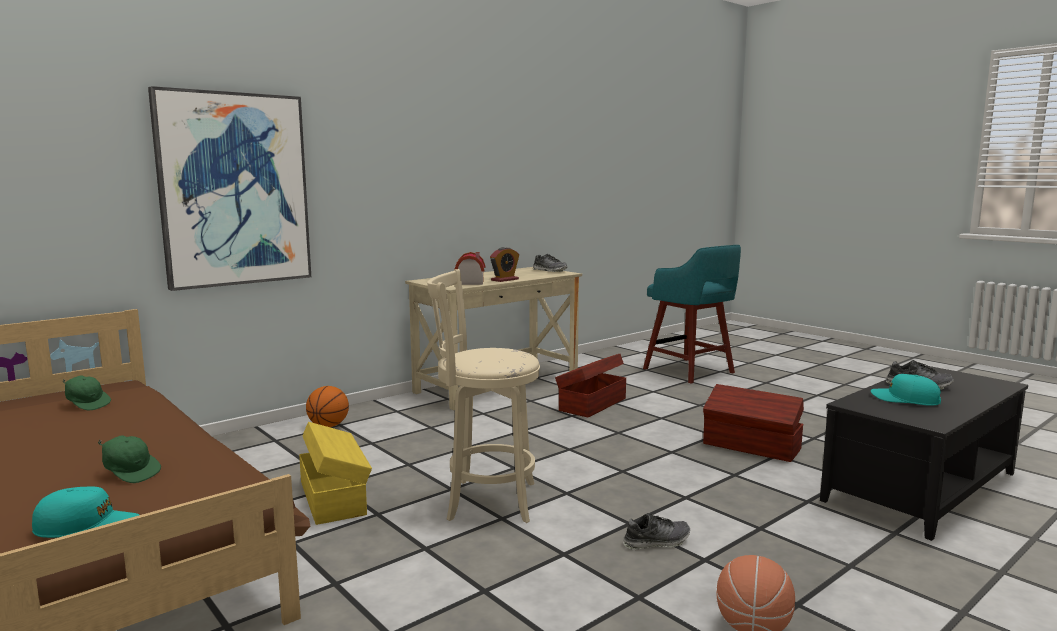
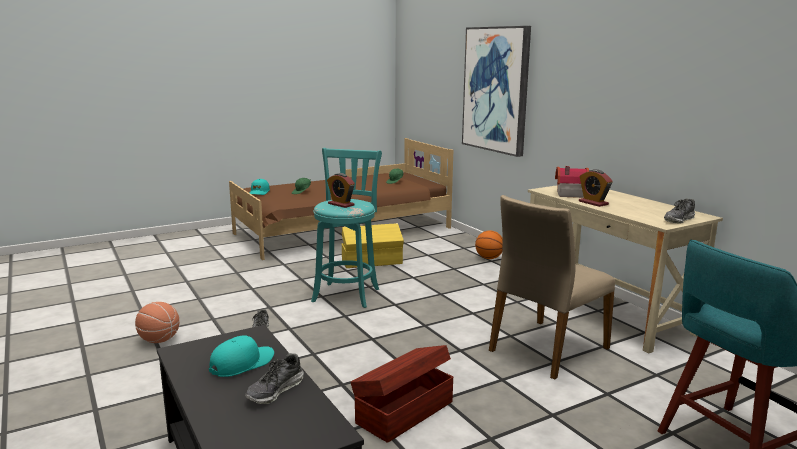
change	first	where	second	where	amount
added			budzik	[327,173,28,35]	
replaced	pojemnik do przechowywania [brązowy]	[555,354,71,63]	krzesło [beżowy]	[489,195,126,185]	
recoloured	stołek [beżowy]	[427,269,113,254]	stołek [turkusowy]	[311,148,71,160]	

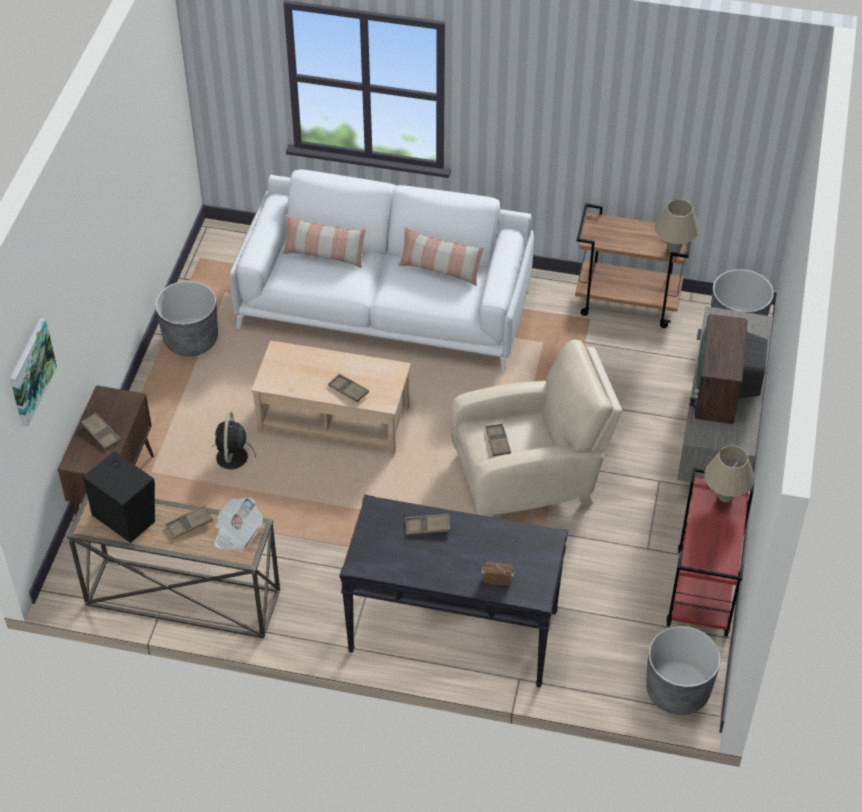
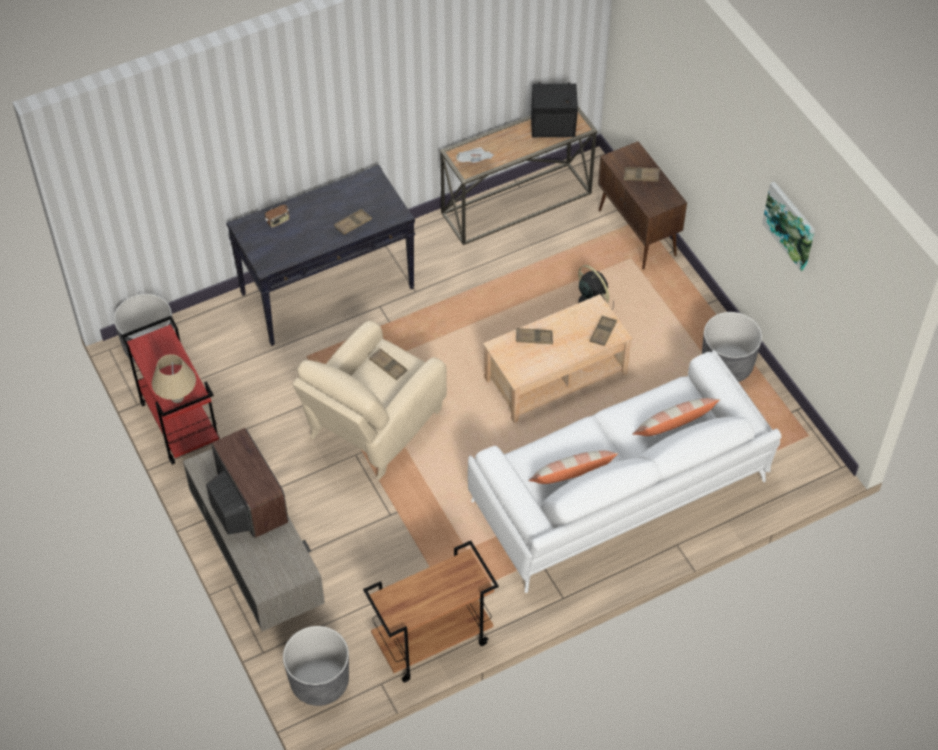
change	first	where	second	where	amount
removed	lampa stołowa [beżowy]	[655,199,44,54]			
moved	obraz	[10,318,47,109]		[762,182,53,90]	
moved	taca [brązowy]	[165,505,48,34]		[590,316,27,30]	

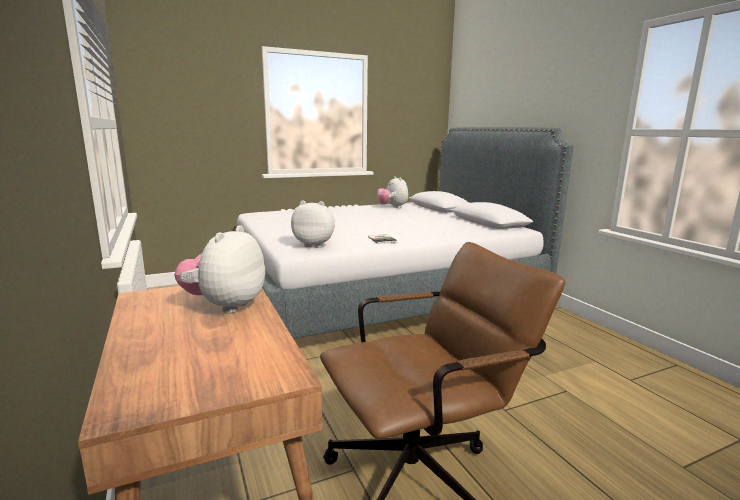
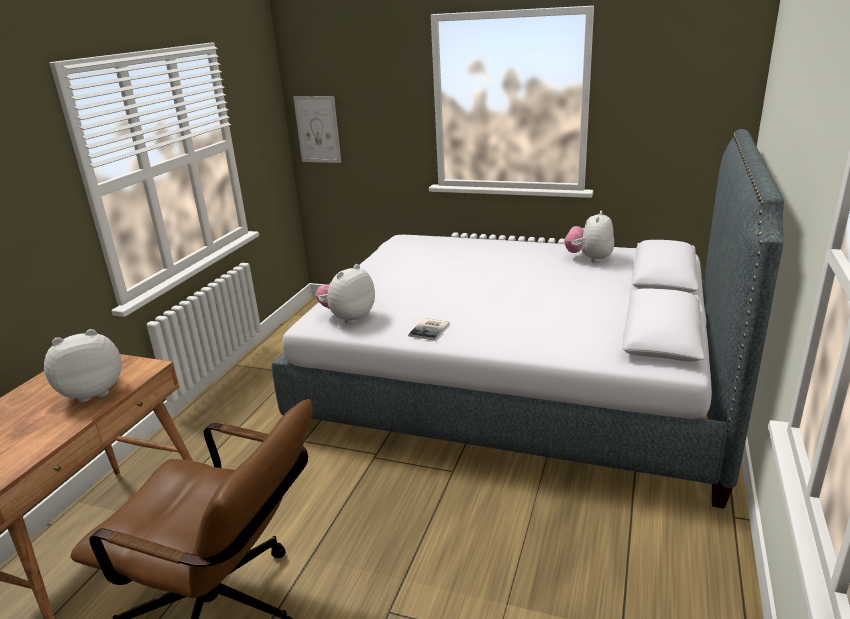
change	first	where	second	where	amount
added			obraz	[293,96,48,67]	
turned	pluszak	[291,200,44,48]		[315,264,60,60]	105 degrees counterclockwise

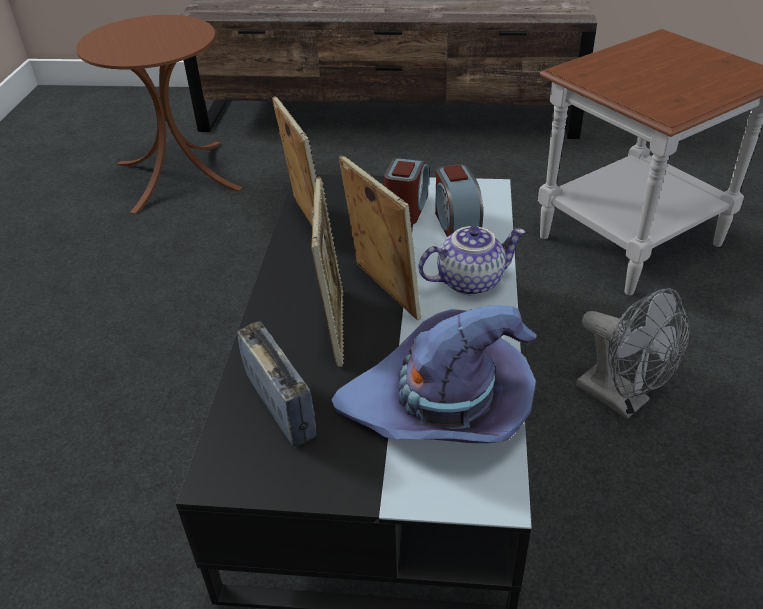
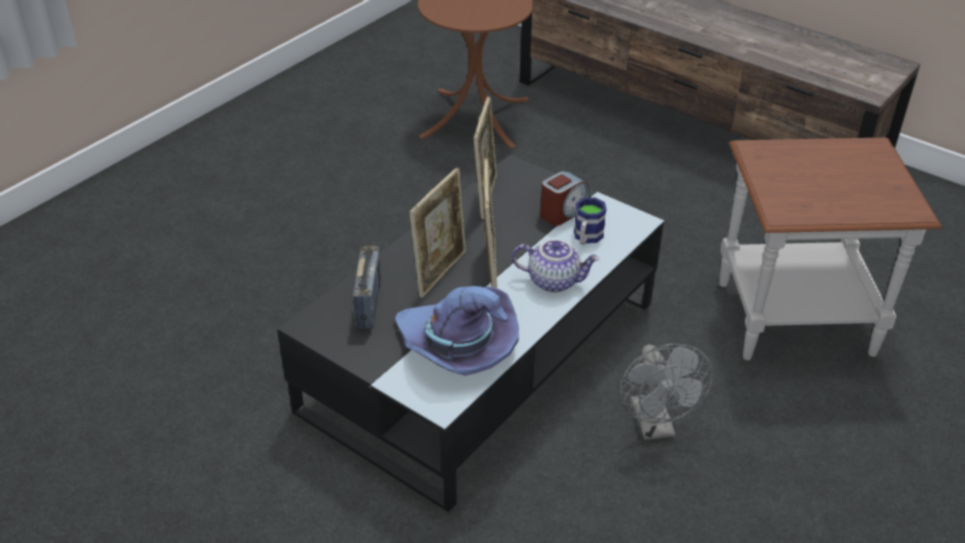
change	first	where	second	where	amount
replaced	budzik	[435,164,48,73]	kubek	[574,198,33,47]	

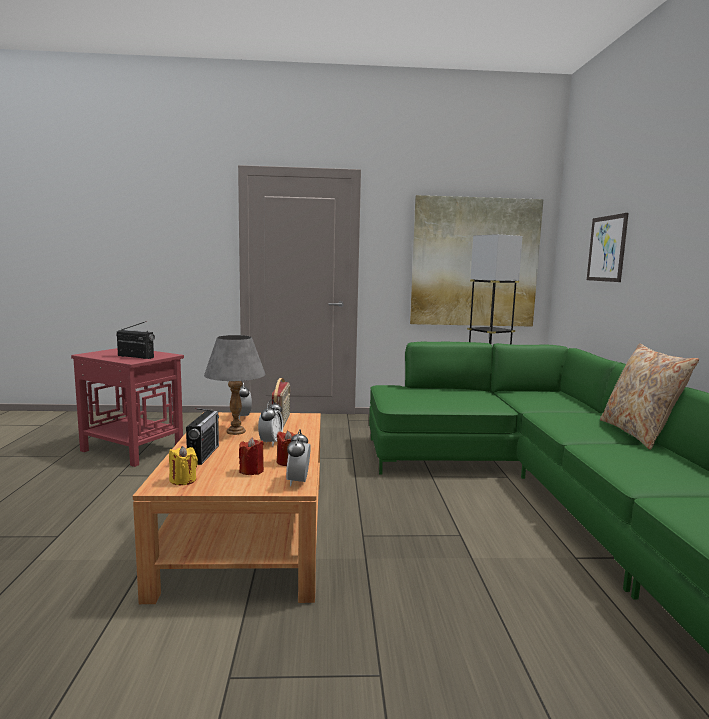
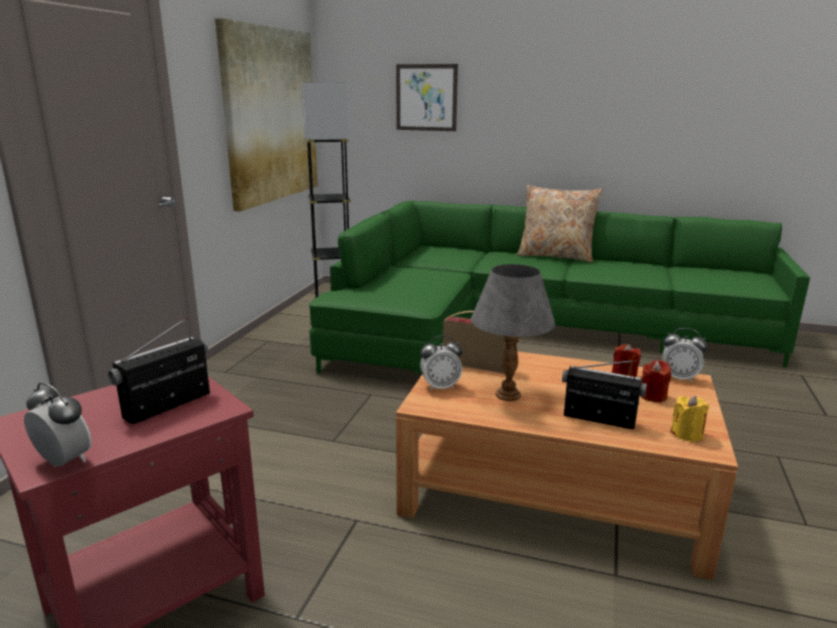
change	first	where	second	where	amount
moved	budzik	[258,399,25,47]		[24,382,68,85]	

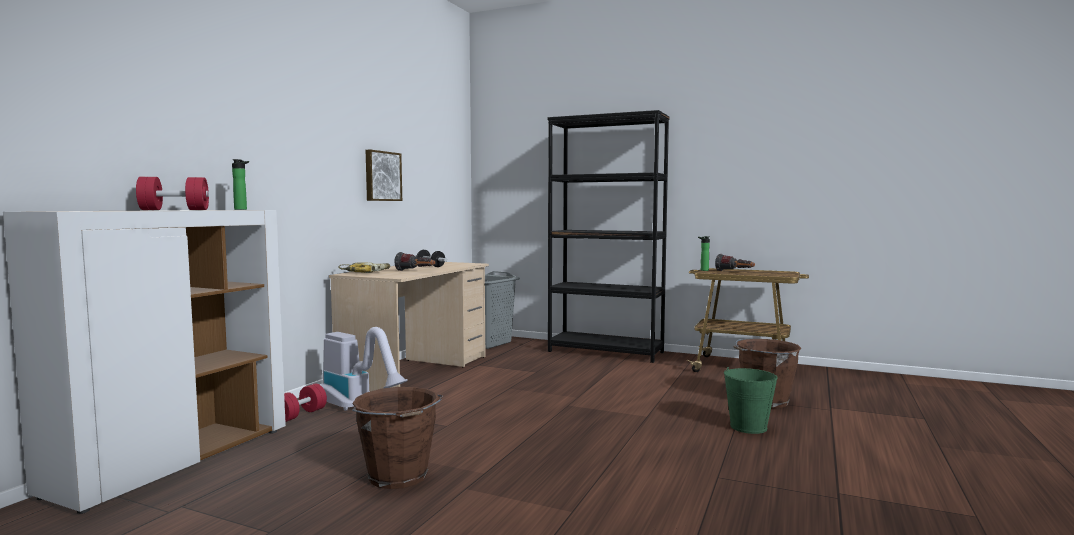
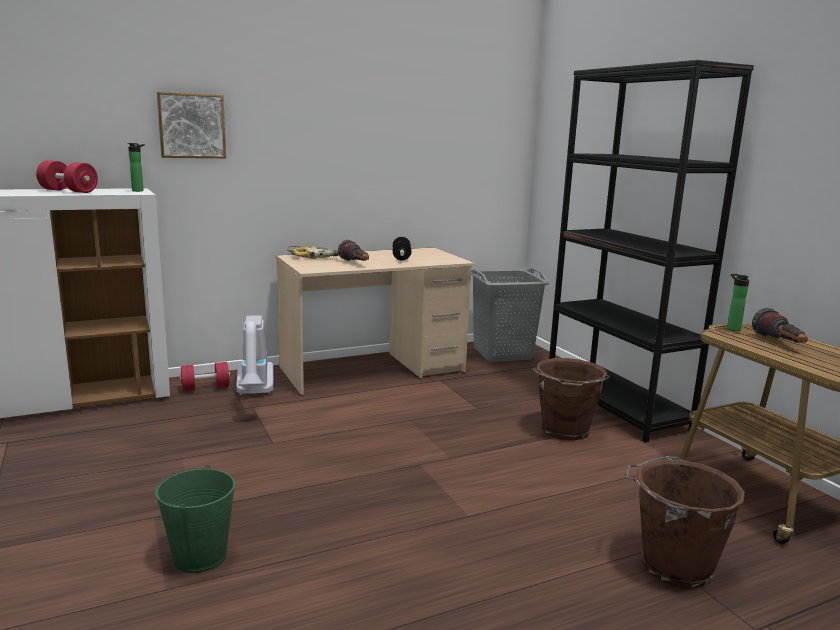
change	first	where	second	where	amount
moved	wiadro [brązowy]	[352,387,91,102]		[533,358,77,82]	
moved	obraz	[366,149,36,52]		[157,92,69,66]	
moved	wiadro [zielony]	[724,367,54,67]		[155,465,80,108]	

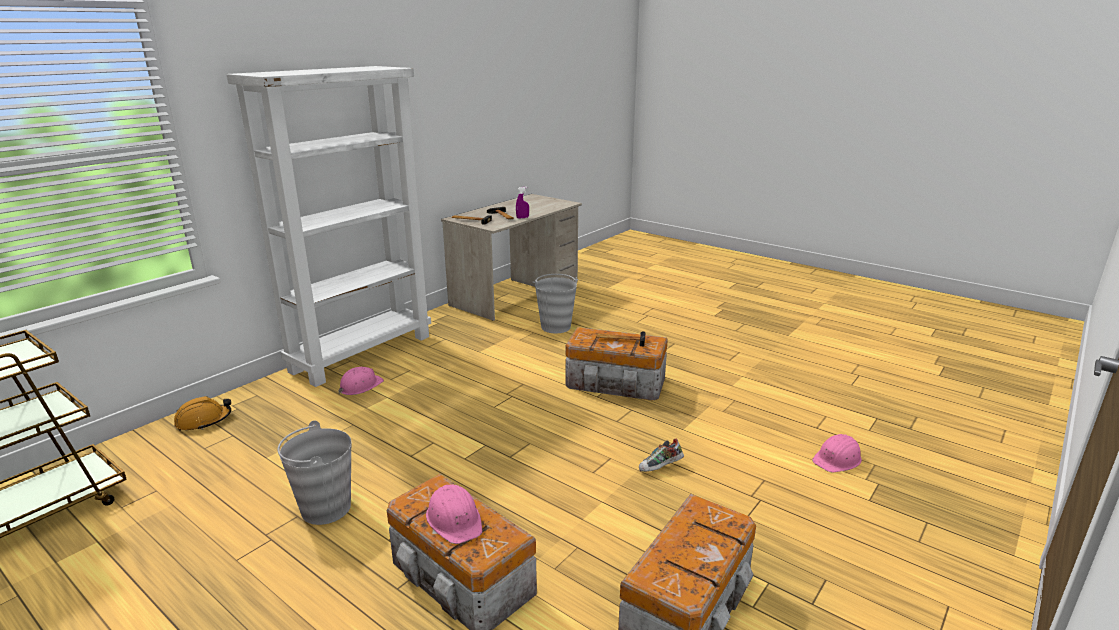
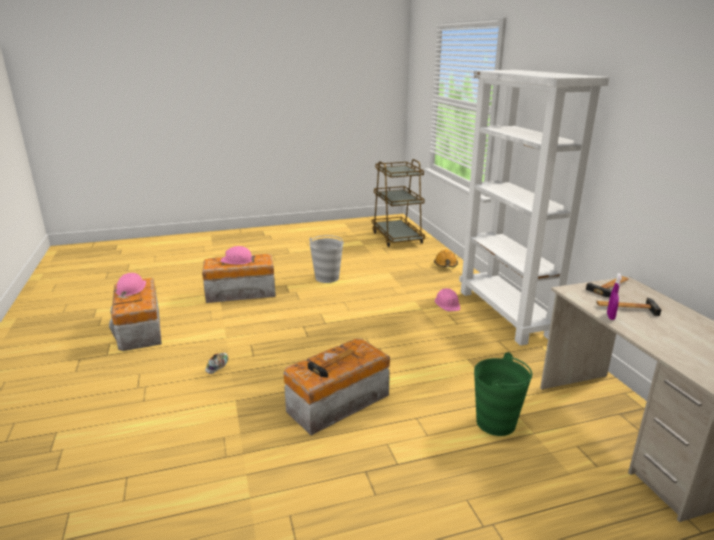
change	first	where	second	where	amount
moved	kask [różowy]	[812,433,50,39]		[116,273,30,24]	
recoloured	wiadro [szary]	[533,274,45,59]	wiadro [zielony]	[474,352,58,84]	

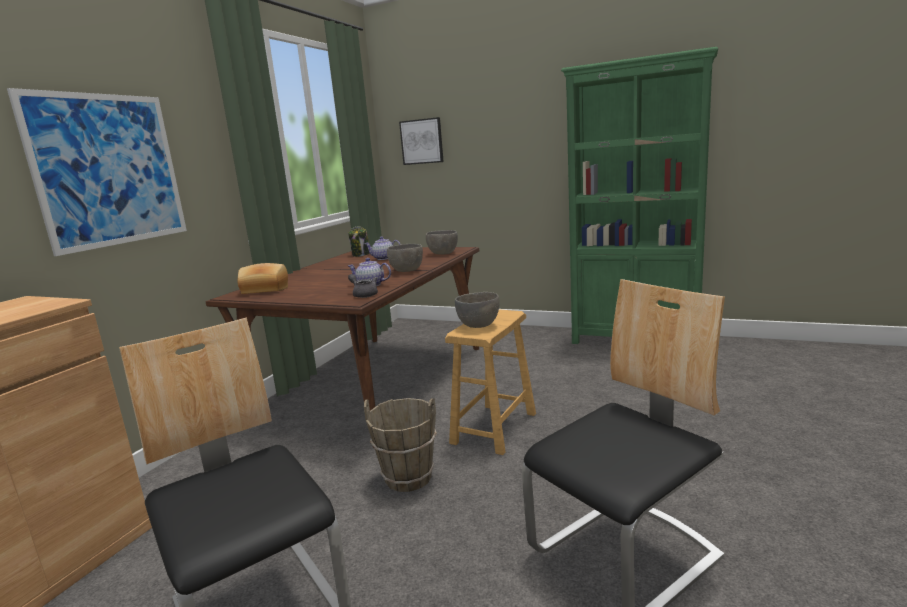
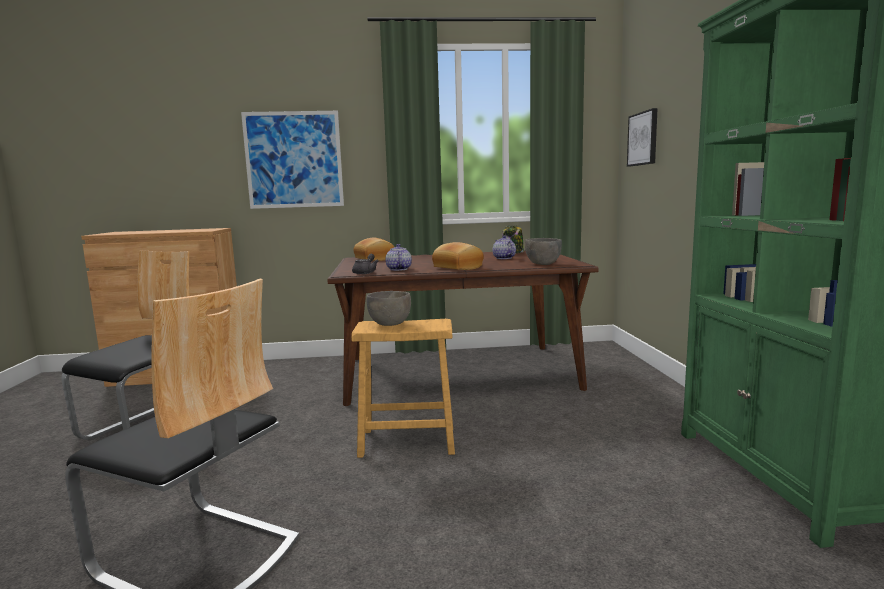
change	first	where	second	where	amount
removed	wiadro [brązowy]	[364,398,73,94]			
replaced	miska [szary]	[387,244,36,28]	chleb	[432,242,52,28]	

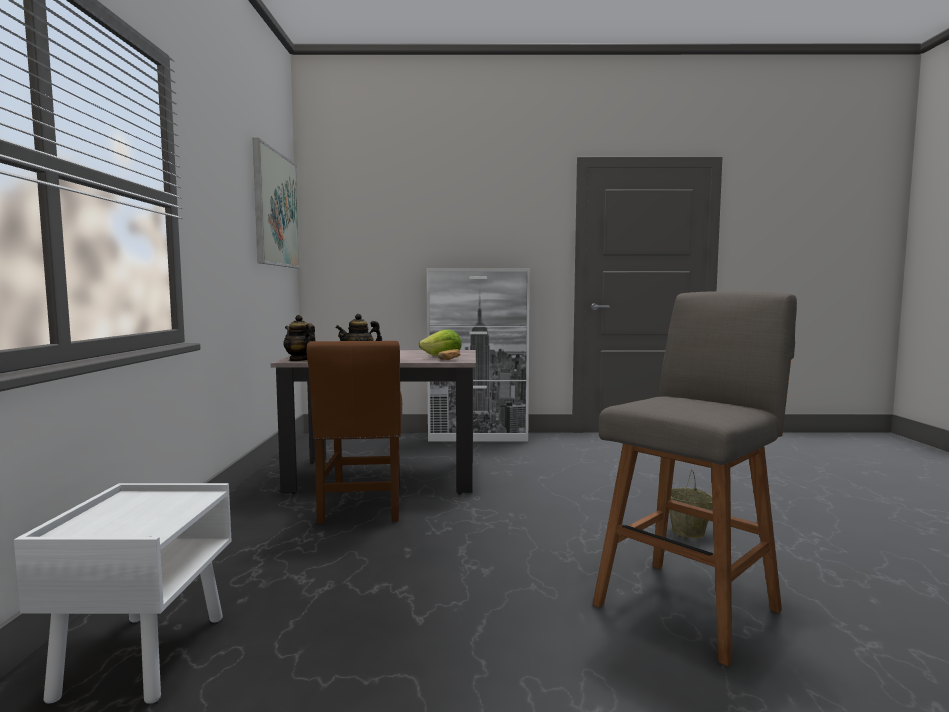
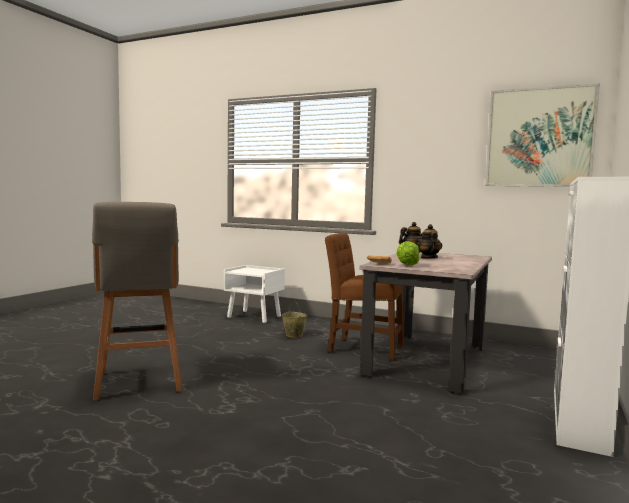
change	first	where	second	where	amount
moved	wiadro [beżowy]	[669,469,44,69]		[282,301,26,37]	

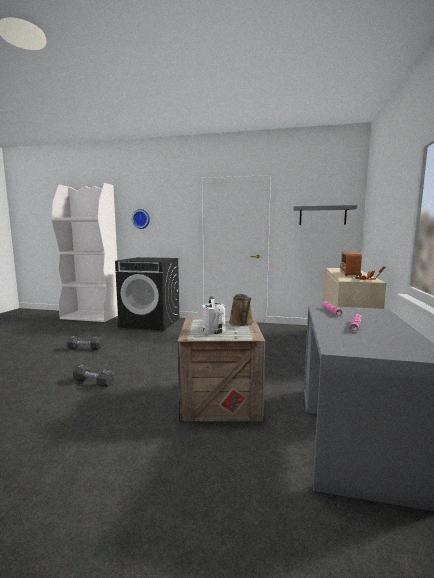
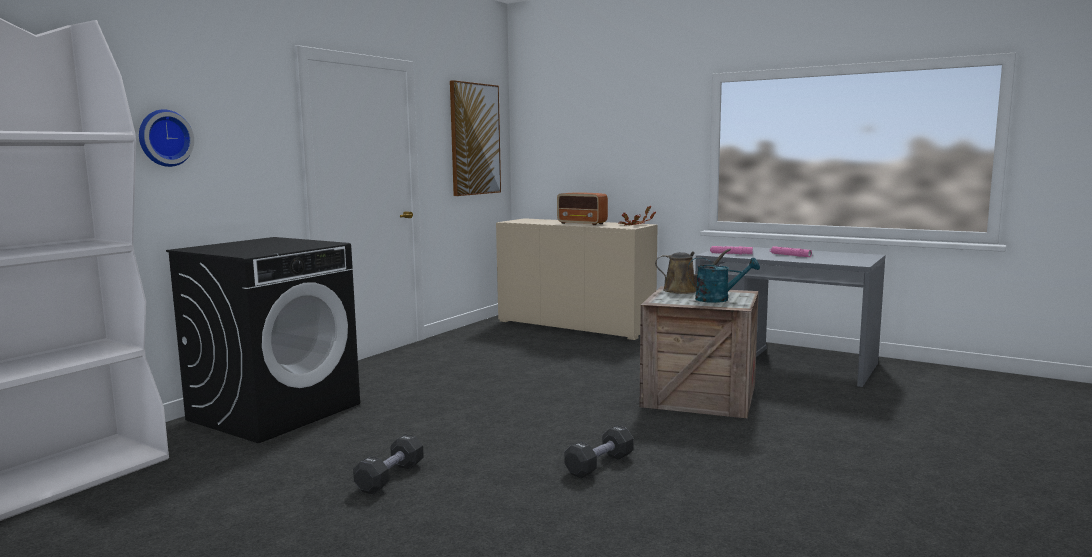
change	first	where	second	where	amount
replaced	półka [szary]	[293,205,65,20]	obraz	[450,80,51,116]	
recoloured	konewka [biały]	[202,296,24,38]	konewka [turkusowy]	[688,257,72,46]	

